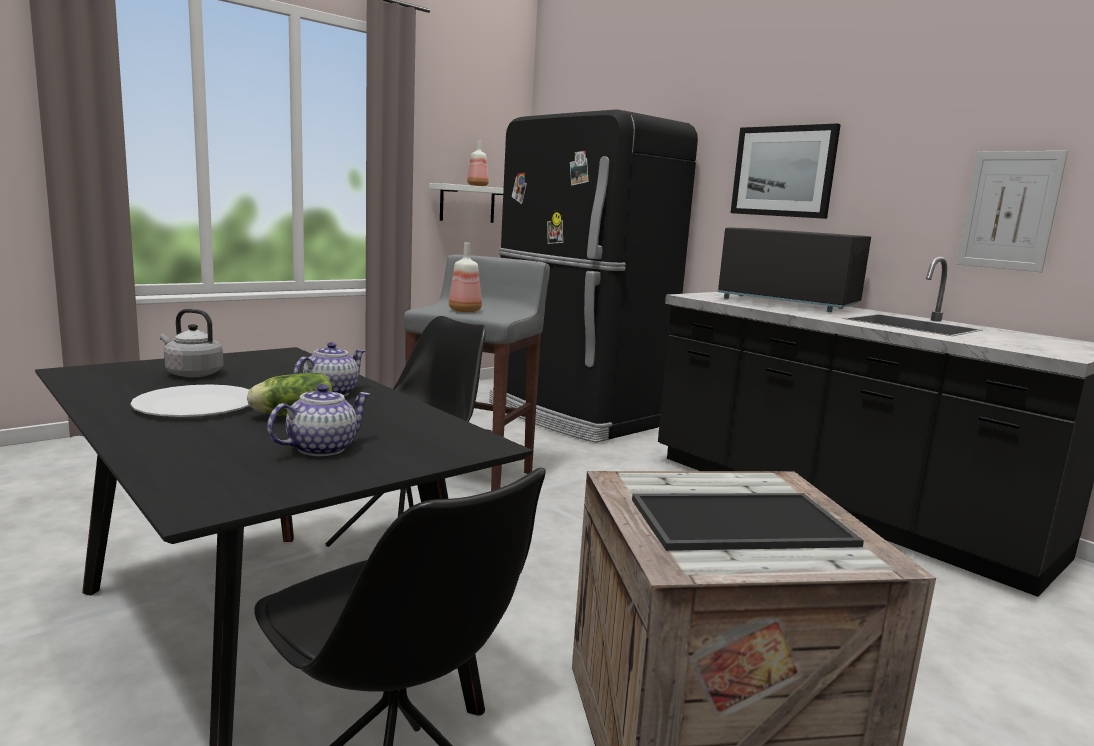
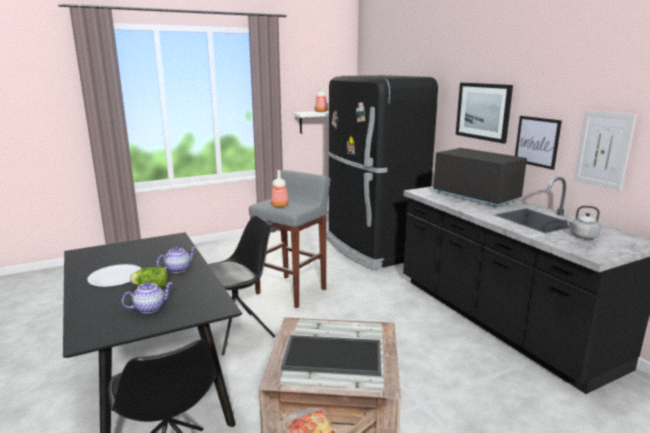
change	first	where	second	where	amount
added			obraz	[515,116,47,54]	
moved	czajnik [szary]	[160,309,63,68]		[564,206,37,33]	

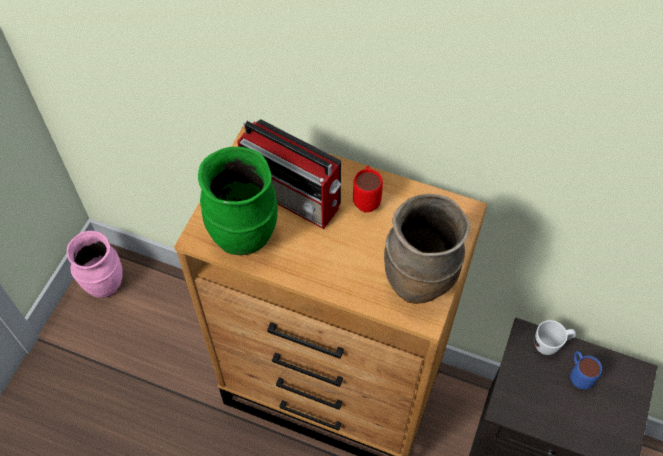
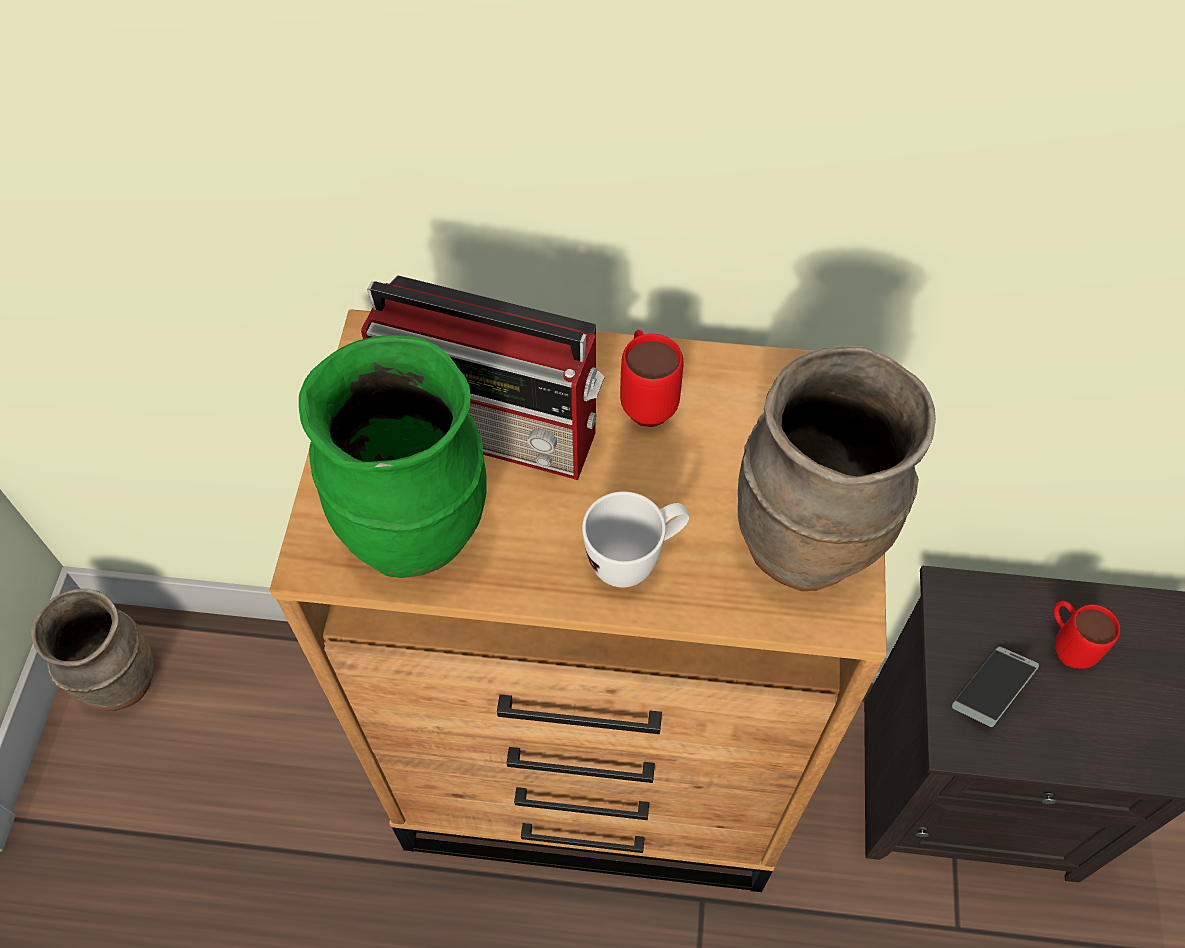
change	first	where	second	where	amount
added			telefon	[952,647,87,80]	
moved	kubek [biały]	[535,320,41,35]		[582,492,108,96]	
recoloured	wazon [różowy]	[67,231,56,67]	wazon [brązowy]	[32,589,121,122]	
recoloured	kubek [niebieski]	[570,351,32,38]	kubek [czerwony]	[1053,601,67,68]	

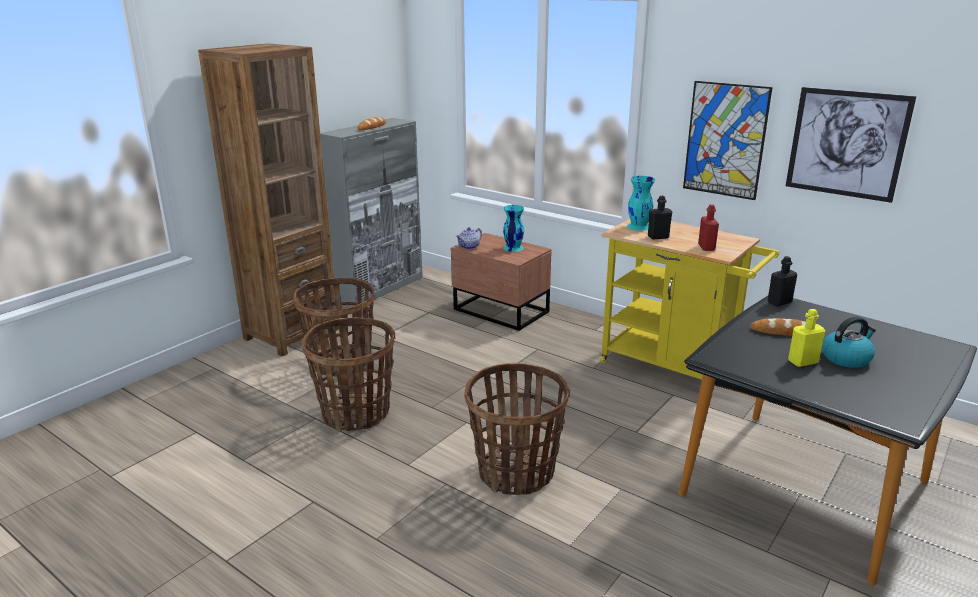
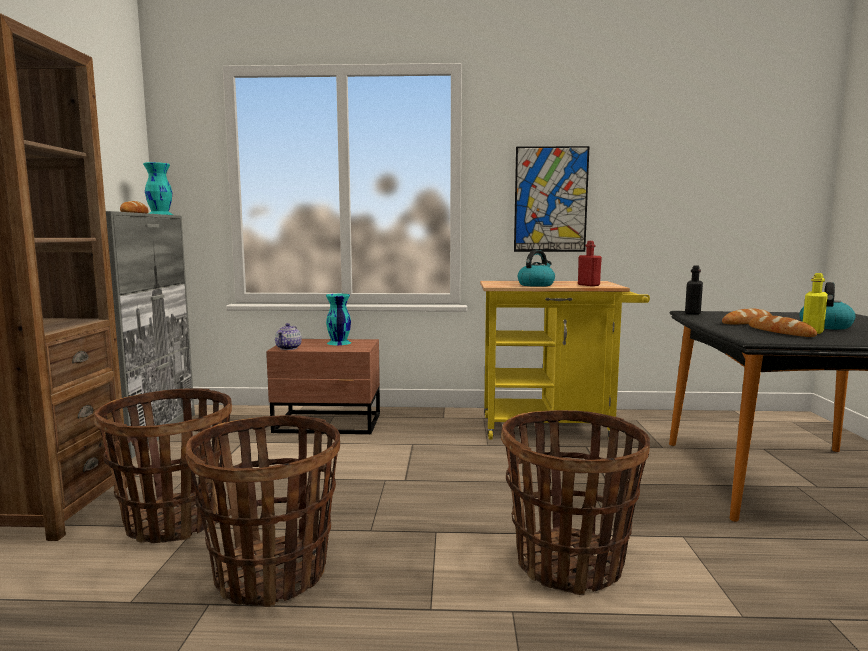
change	first	where	second	where	amount
removed	obraz	[786,87,130,116]			
added			chleb	[749,316,68,21]	
moved	wazon [turkusowy]	[627,176,28,55]		[143,162,30,53]	
replaced	butelka [czarny]	[648,196,24,43]	czajnik	[518,250,37,37]	

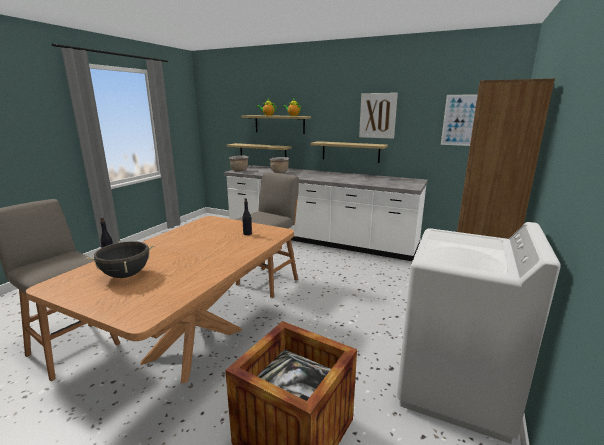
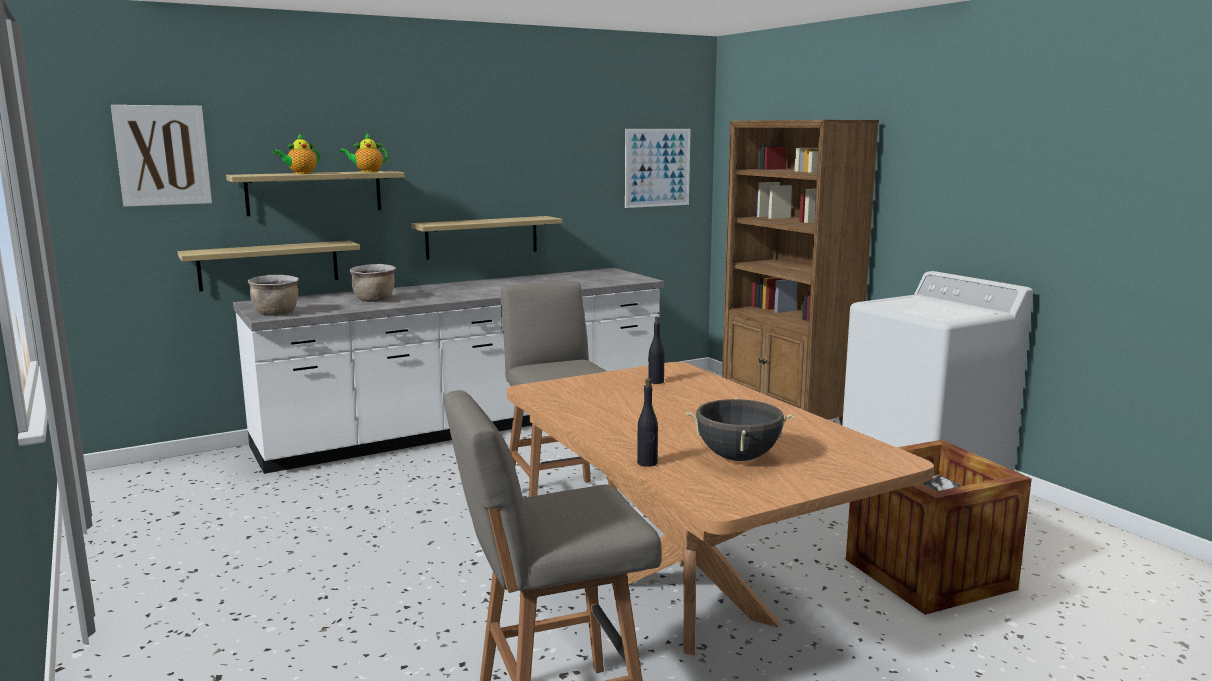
change	first	where	second	where	amount
moved	obraz	[359,93,39,46]		[111,105,101,102]	

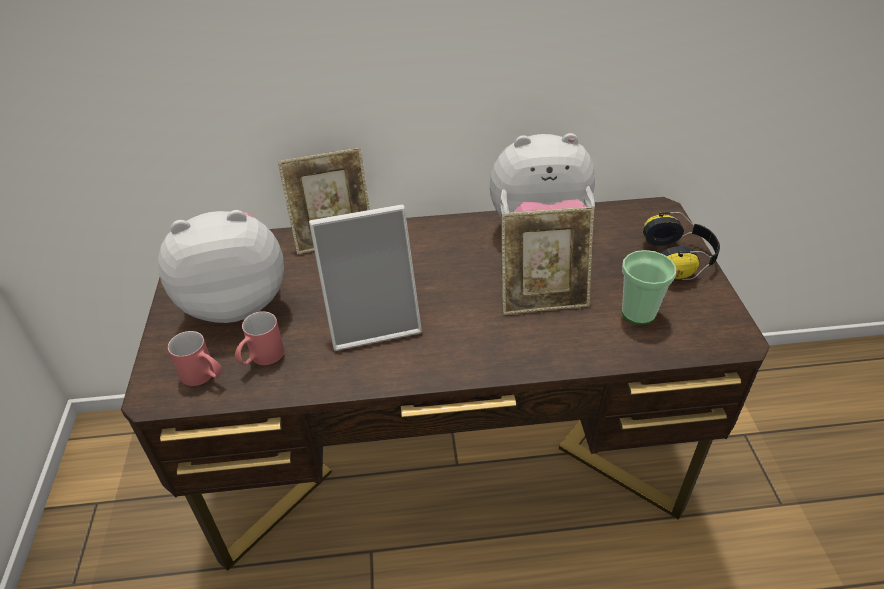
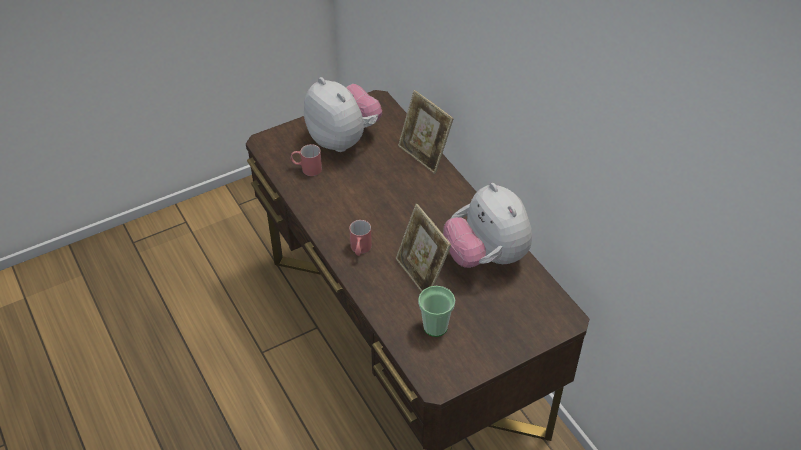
change	first	where	second	where	amount
removed	ramka na zdjęcie	[309,204,113,147]			
removed	słuchawki	[643,212,77,69]			
moved	kubek [czerwony]	[168,331,54,55]		[349,220,23,36]	

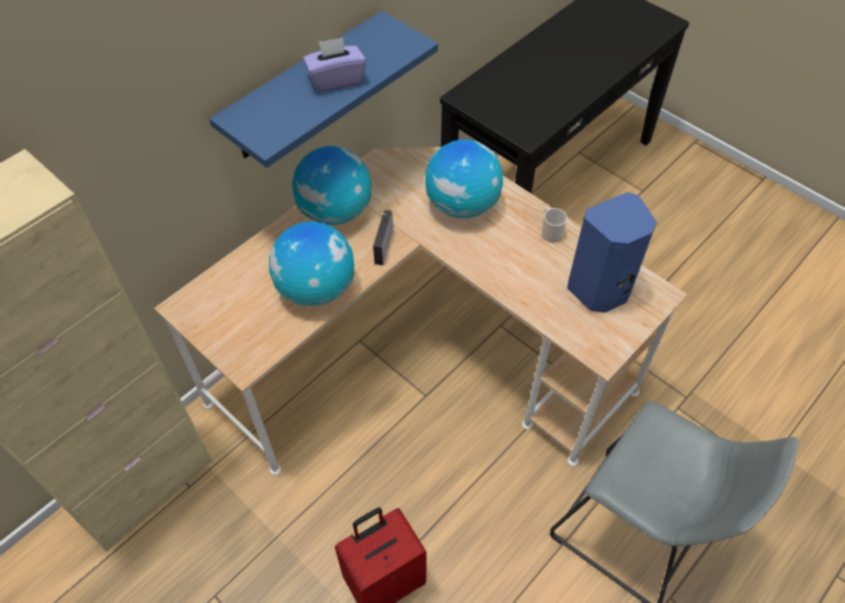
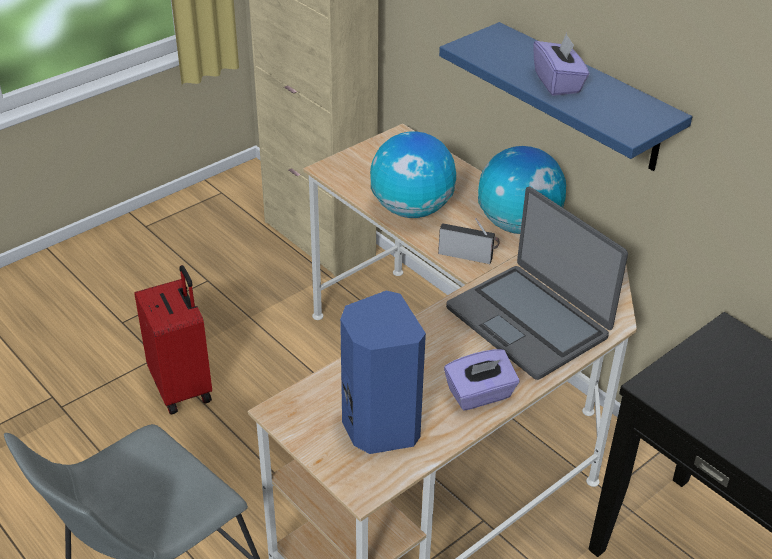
change	first	where	second	where	amount
replaced	globus	[425,140,78,78]	laptop	[446,187,182,193]	
replaced	kubek	[542,208,25,34]	pudełko chusteczek [fioletowy]	[444,349,75,62]	

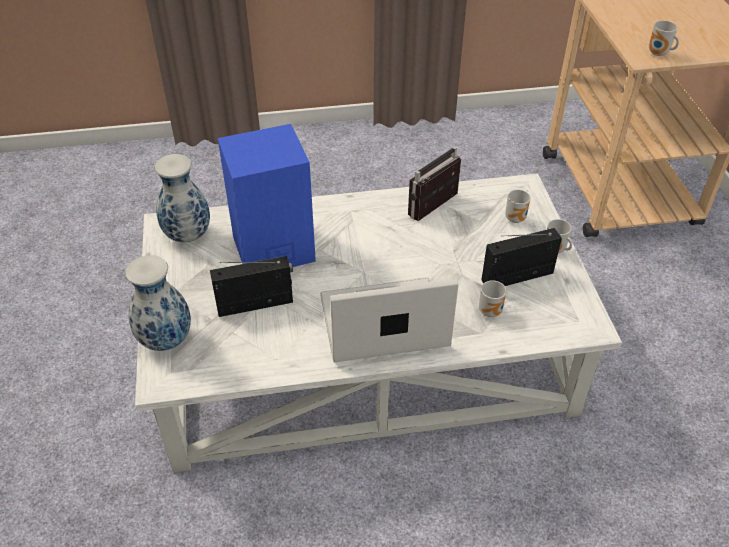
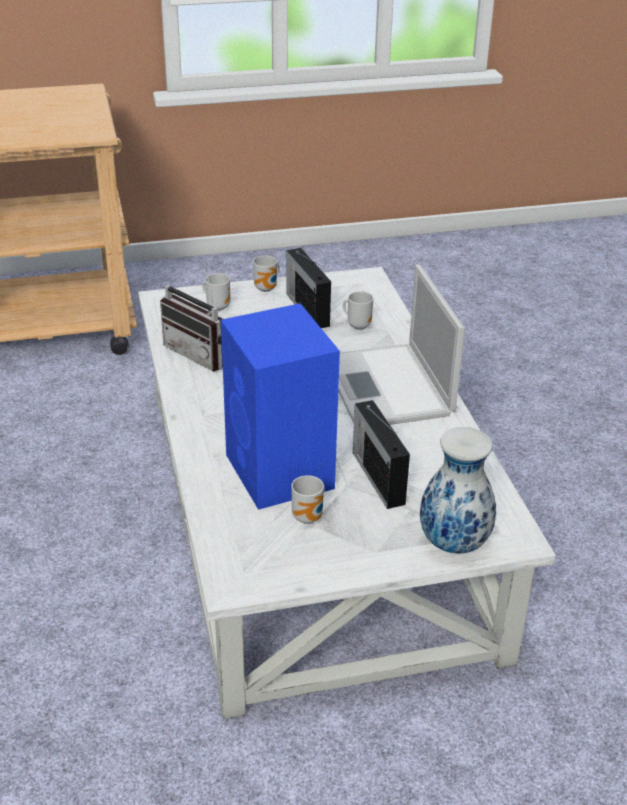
change	first	where	second	where	amount
removed	wazon	[155,154,55,88]			
moved	kubek	[649,21,30,35]		[291,475,34,49]	

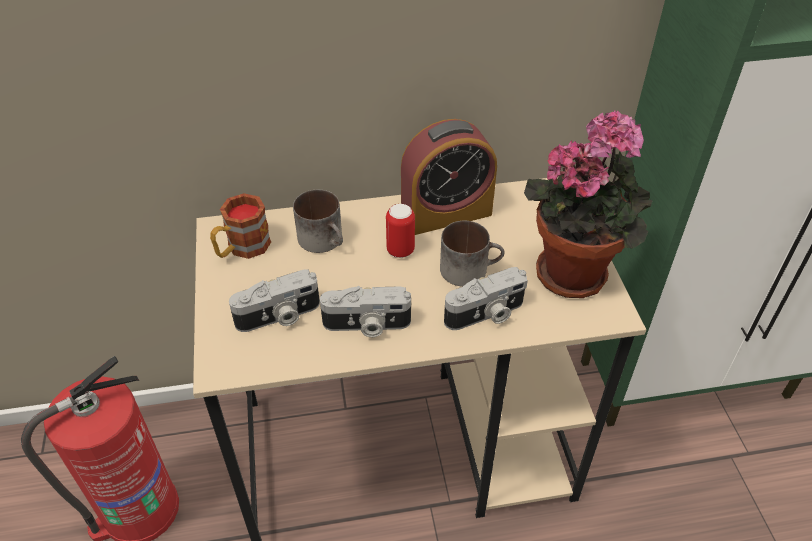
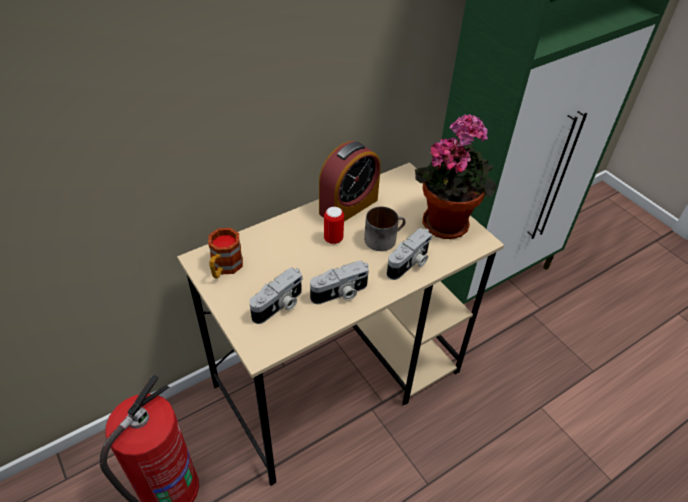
change	first	where	second	where	amount
removed	kubek	[293,190,50,63]			

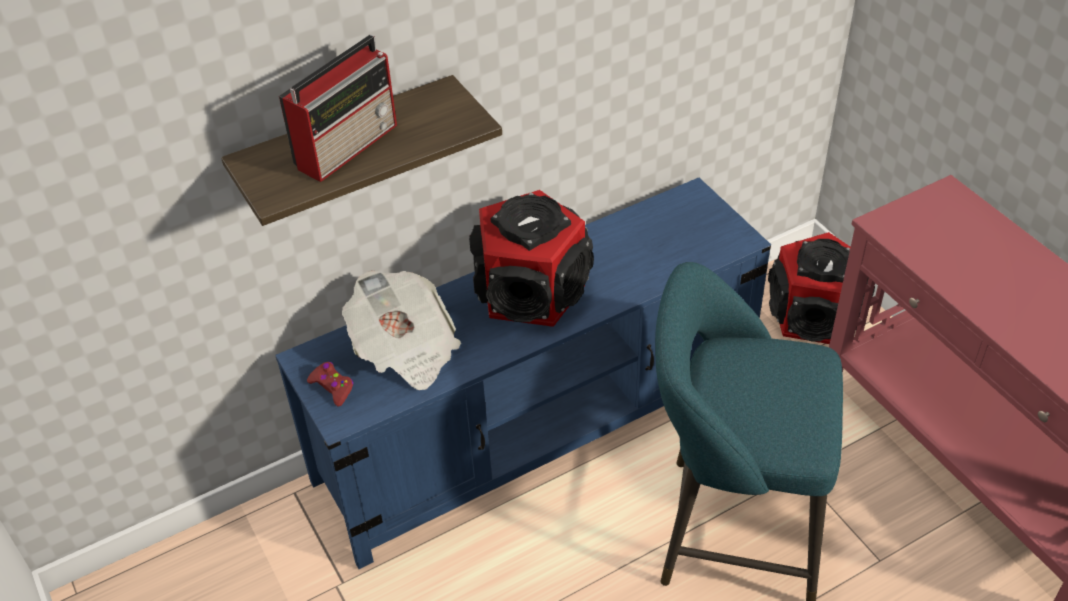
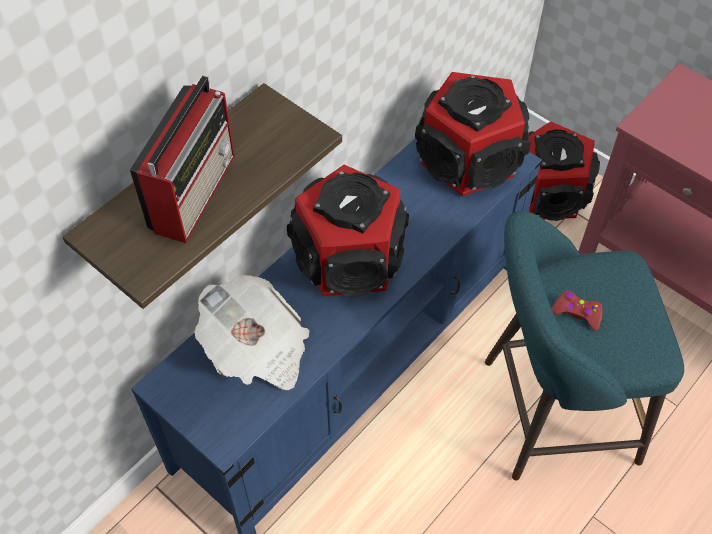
change	first	where	second	where	amount
added			głośnik	[415,72,116,124]	
moved	pad do gier [czerwony]	[307,362,47,45]		[552,290,50,41]	

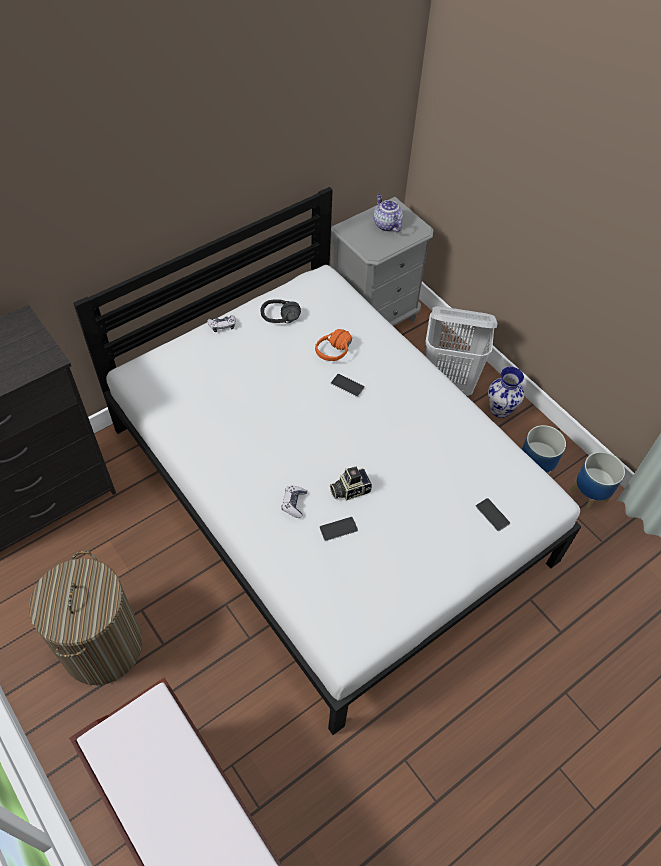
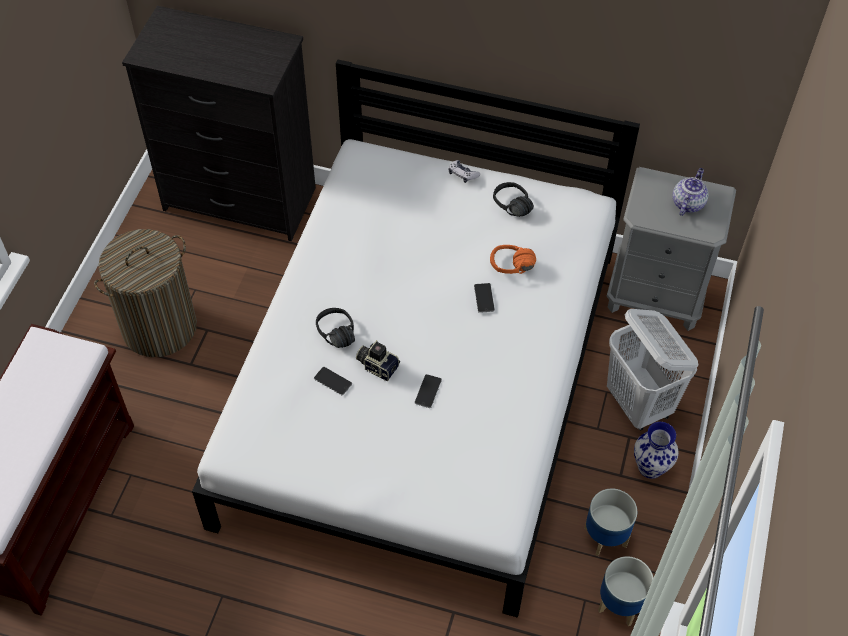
change	first	where	second	where	amount
moved	telefon	[476,498,34,33]		[414,374,28,34]	
replaced	pad do gier	[281,486,26,32]	słuchawki [czarny]	[316,308,39,40]	

